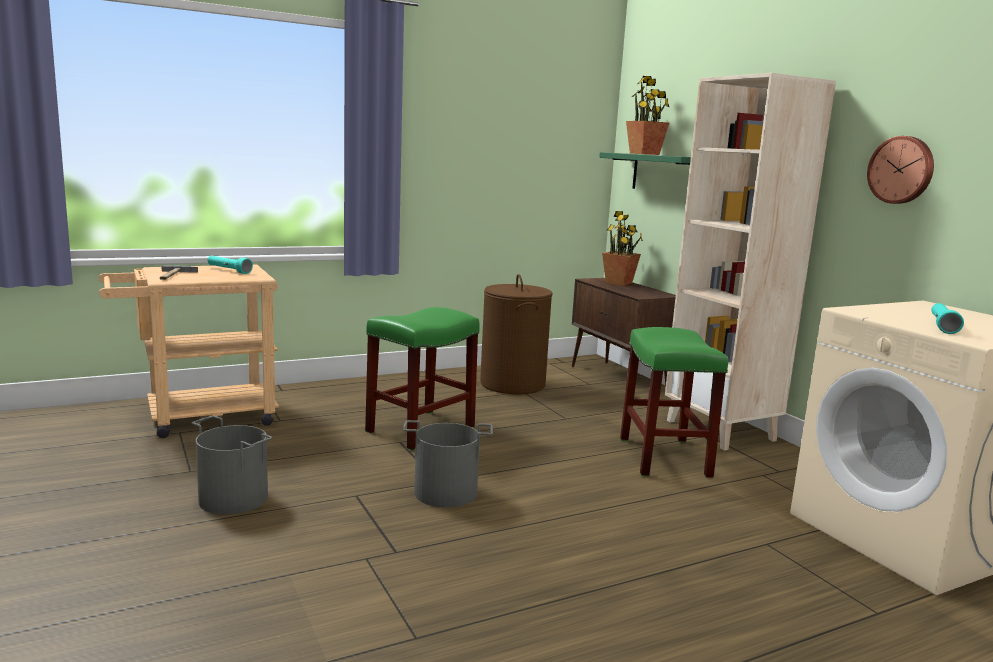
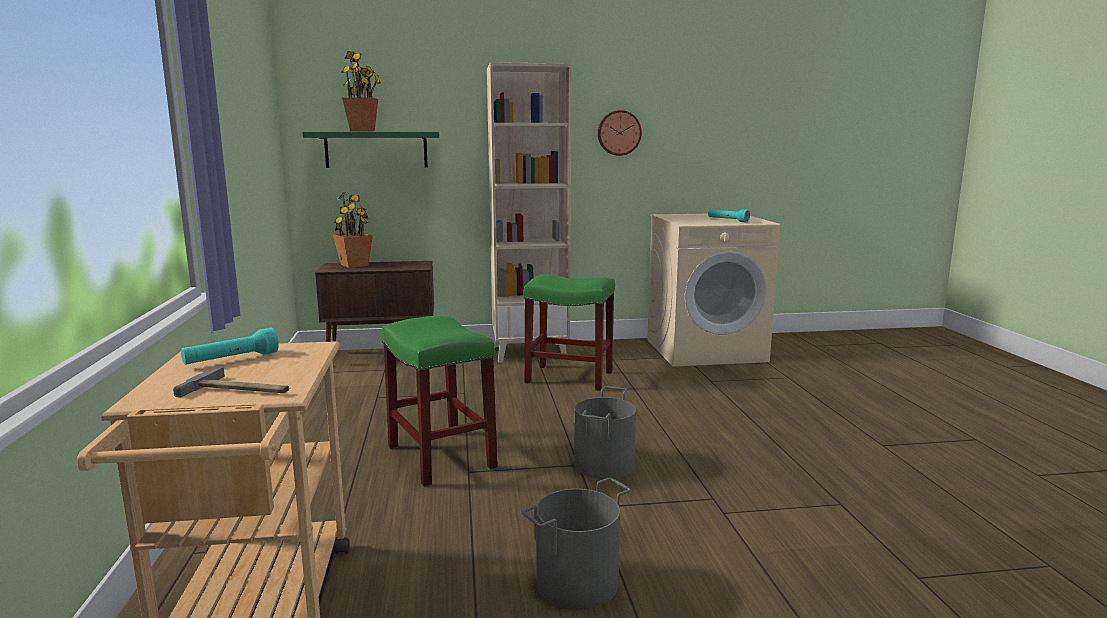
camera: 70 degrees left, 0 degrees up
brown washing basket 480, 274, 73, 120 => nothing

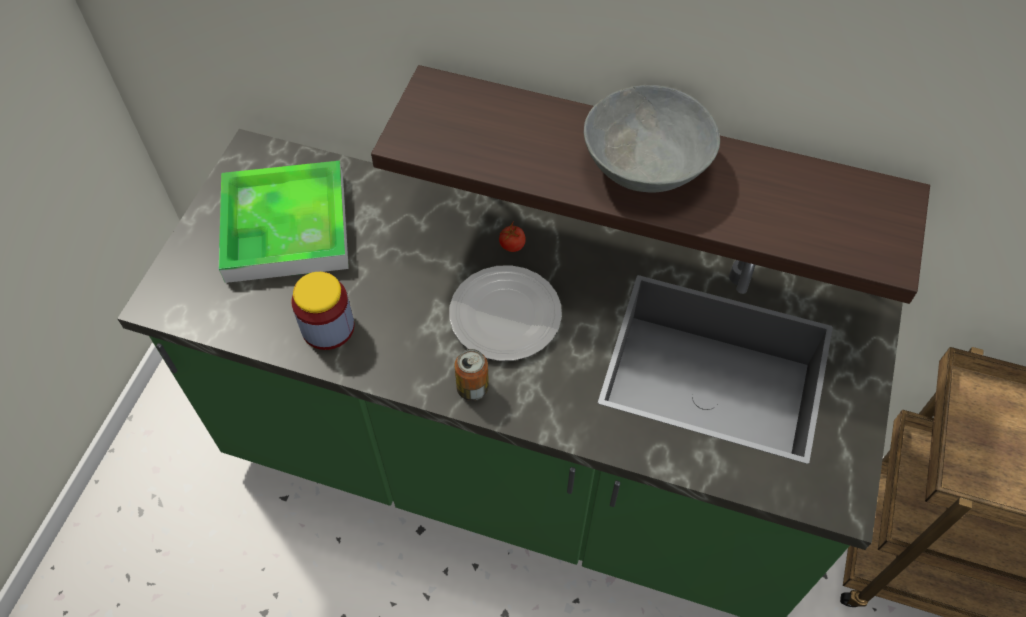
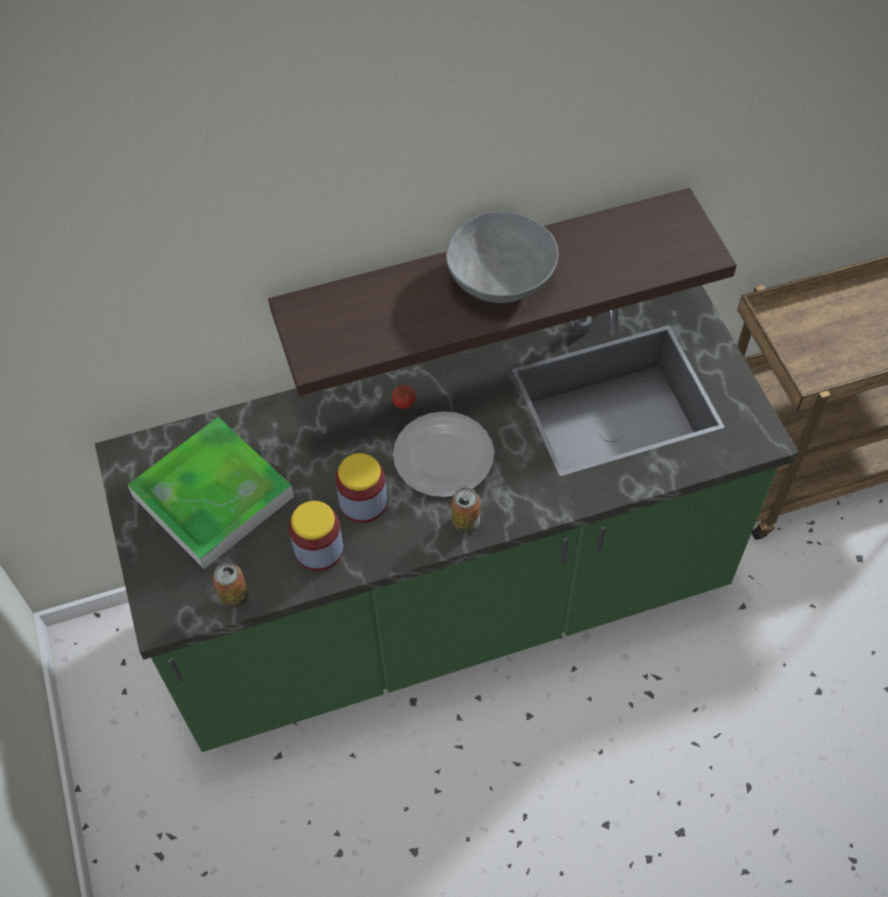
camera: 35 degrees left, 0 degrees up
nothing => metal can 212, 563, 37, 45
nothing => jar 336, 453, 51, 70

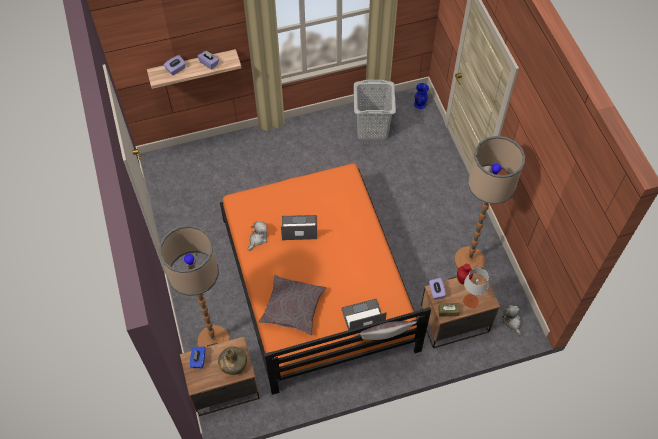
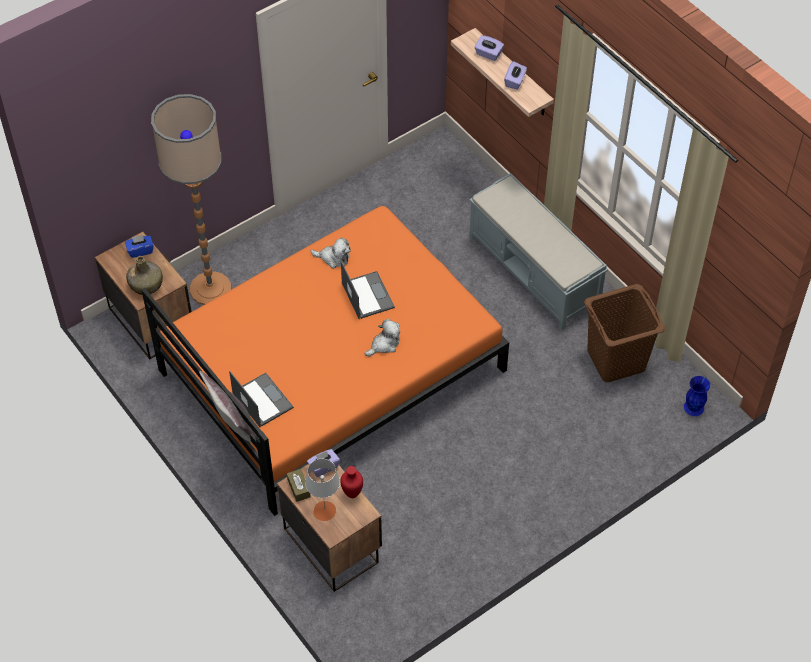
camera: 70 degrees right, 5 degrees down
greyish throw pillow 259, 275, 67, 60 => nothing
floor lamp 455, 136, 70, 133 => nothing
nothing => greyish bench 469, 173, 139, 158
cuddly toy 502, 305, 19, 31 => cuddly toy 365, 319, 35, 38, relocated
greyish washing basket 354, 80, 42, 60 => brown washing basket 584, 284, 81, 98

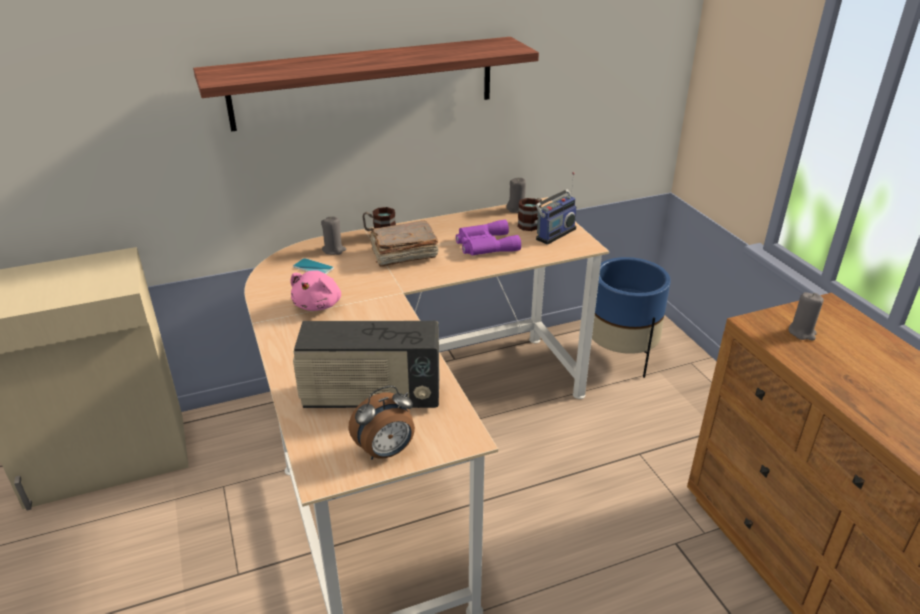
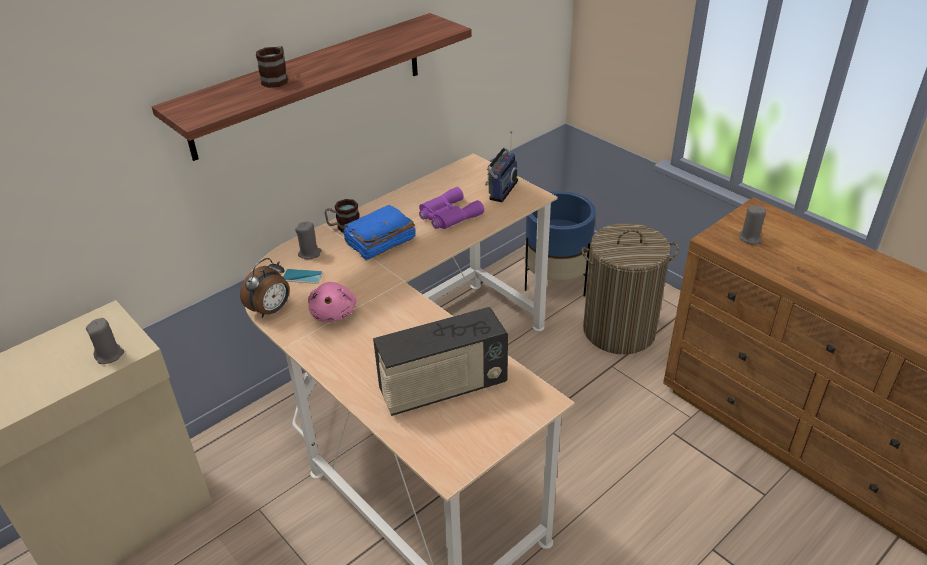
camera: 20 degrees left, 5 degrees up
nothing => washing basket 581, 223, 98, 131
bedside clock 349, 385, 66, 75 => bedside clock 240, 258, 50, 60, relocated
greyish wax candle 506, 178, 20, 35 => greyish wax candle 86, 318, 38, 46, relocated
coffee mug 517, 198, 25, 33 => coffee mug 256, 46, 32, 42, relocated
brown bound book 370, 220, 69, 47 => bluish bound book 343, 205, 73, 56

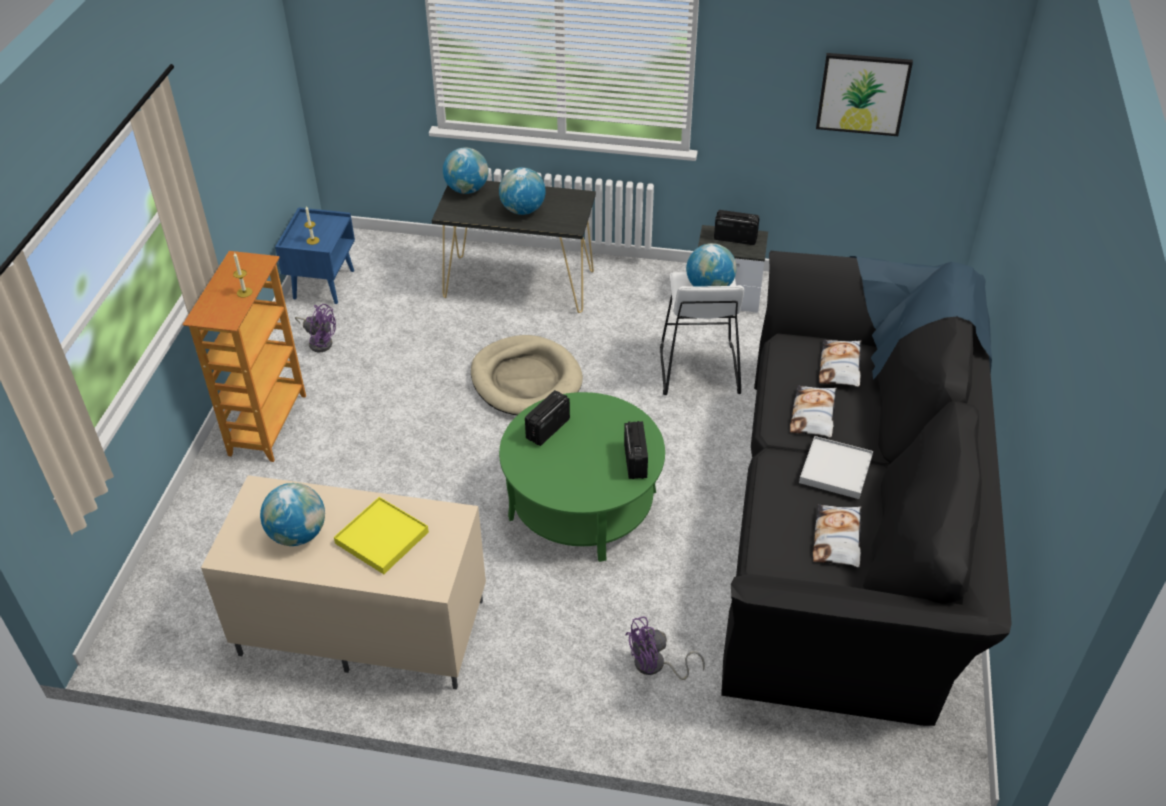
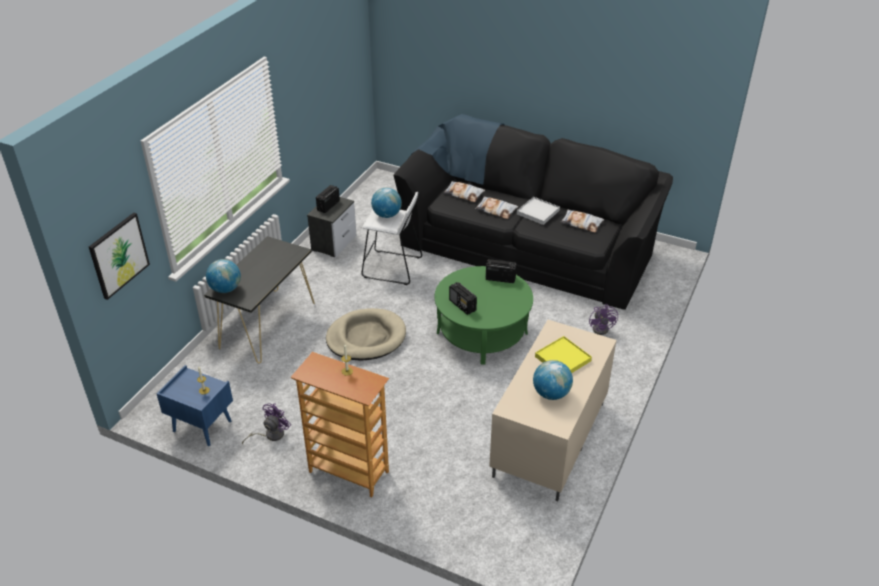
camera: 75 degrees left, 5 degrees down
desk globe 499, 167, 47, 48 => nothing
wall art 816, 53, 97, 83 => wall art 89, 213, 61, 87, relocated

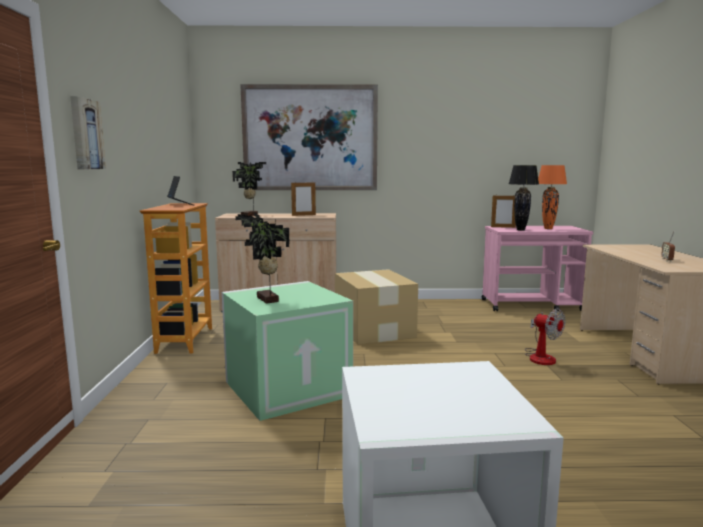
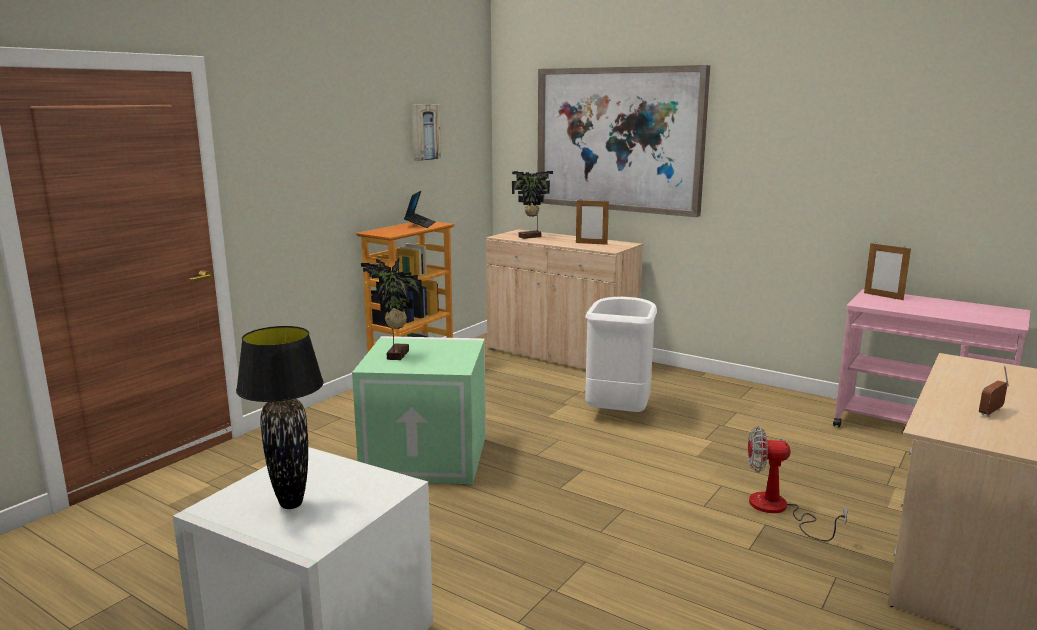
camera: 35 degrees right, 5 degrees up
orange tabletop lamp 538, 165, 29, 64 => nothing
wall art 70, 96, 36, 73 => wall art 412, 105, 29, 56, relocated
black-coloured tabletop lamp 509, 165, 30, 66 => black-coloured tabletop lamp 236, 326, 88, 183, relocated
carton 335, 269, 83, 76 => white-coloured trash can 585, 297, 72, 115
fan 525, 309, 40, 56 => fan 748, 427, 100, 114, 105 degrees clockwise

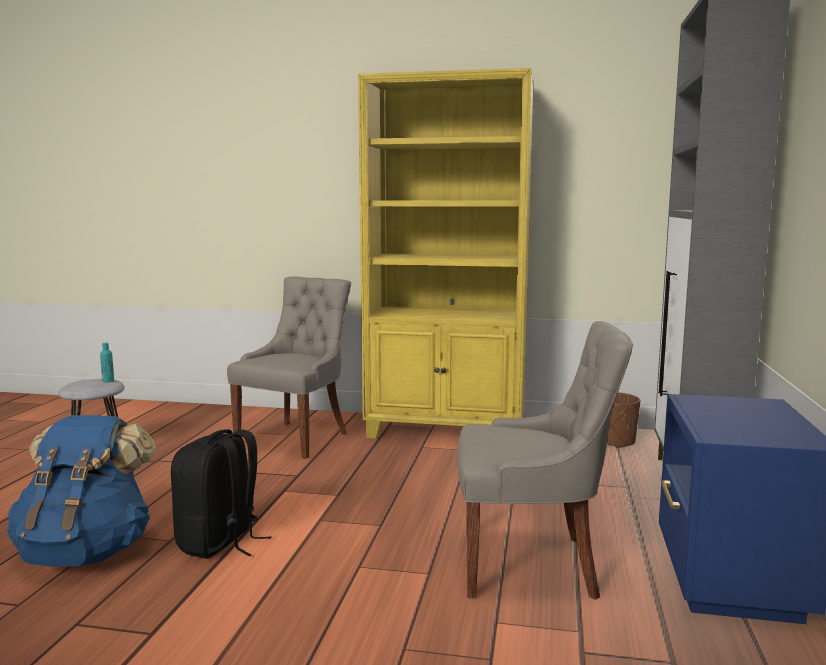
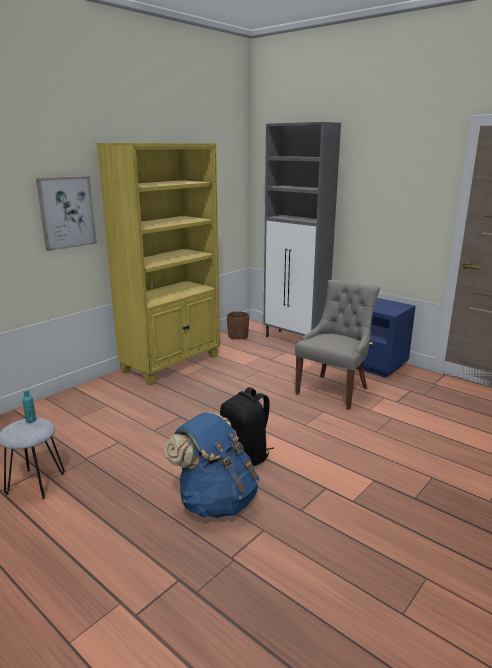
camera: 60 degrees left, 10 degrees up
greyish chair 227, 276, 124, 183 => nothing
nothing => wall art 36, 176, 61, 75

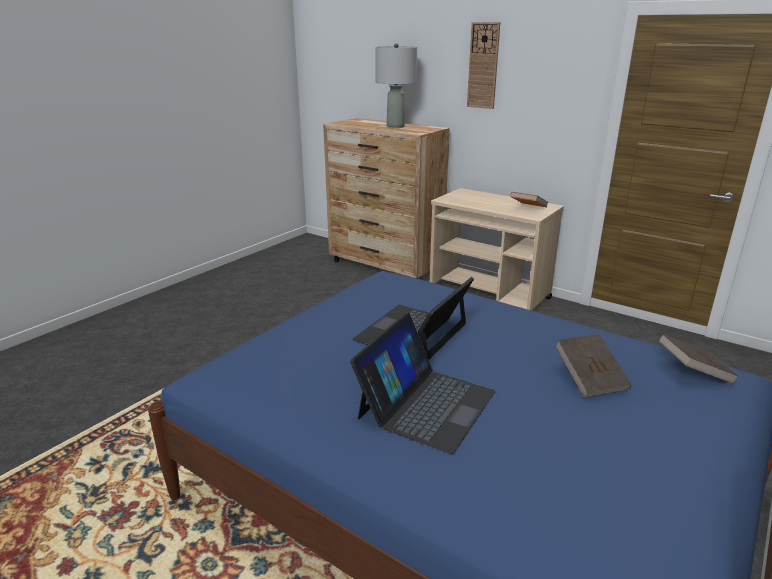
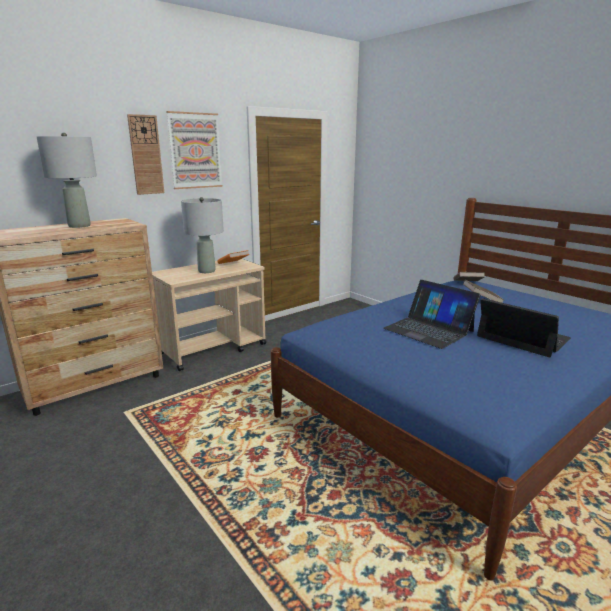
camera: 75 degrees left, 5 degrees down
nothing => wall art 166, 111, 57, 78
nothing => greyish tabletop lamp 181, 197, 43, 76

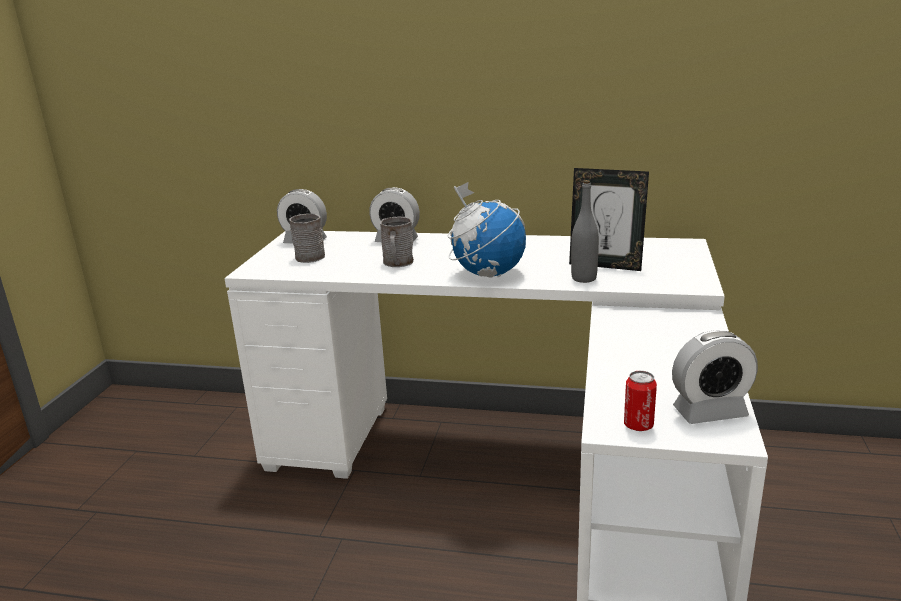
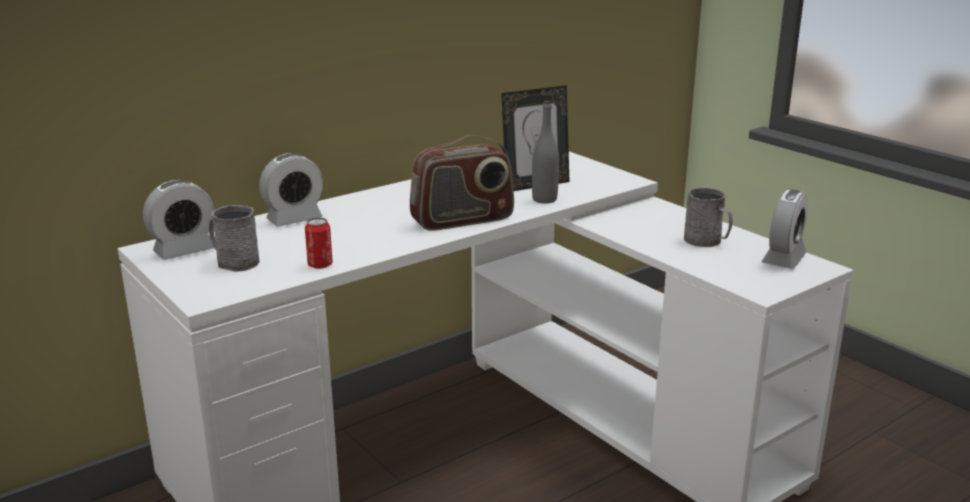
camera: 50 degrees left, 0 degrees up
greyish coffee mug 380, 217, 34, 50 => greyish coffee mug 684, 187, 49, 60, relocated
metal can 624, 371, 33, 60 => metal can 305, 217, 28, 52, relocated
desk globe 448, 182, 78, 96 => radio 410, 135, 104, 96

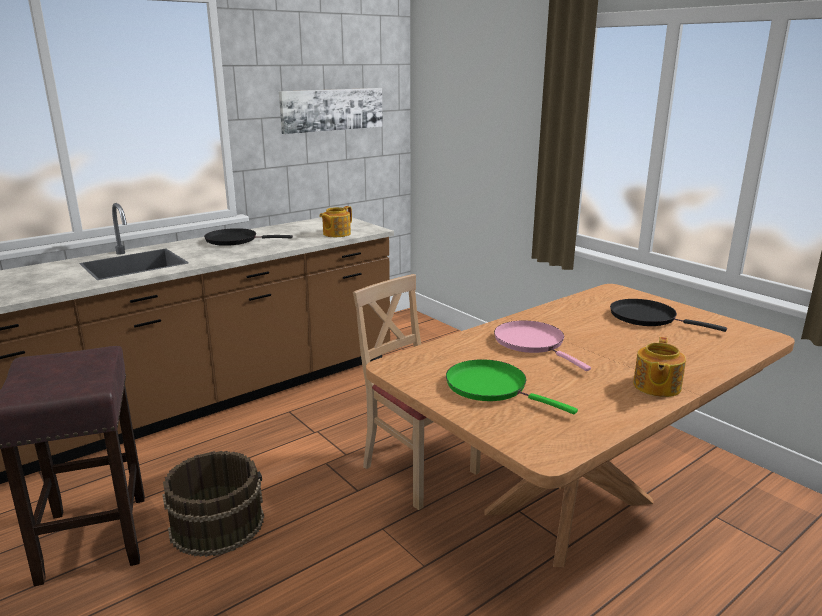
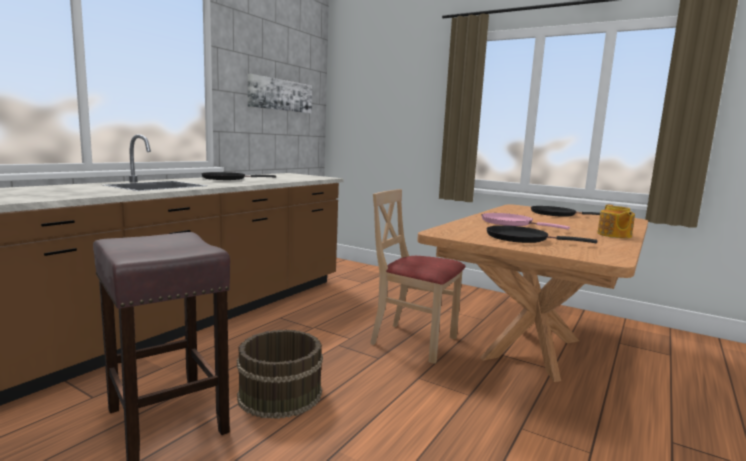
camera: 20 degrees left, 10 degrees down
pot for tea 319, 206, 33, 31 => nothing
greenish frying pan 446, 359, 132, 55 => black-coloured frying pan 486, 225, 111, 18

